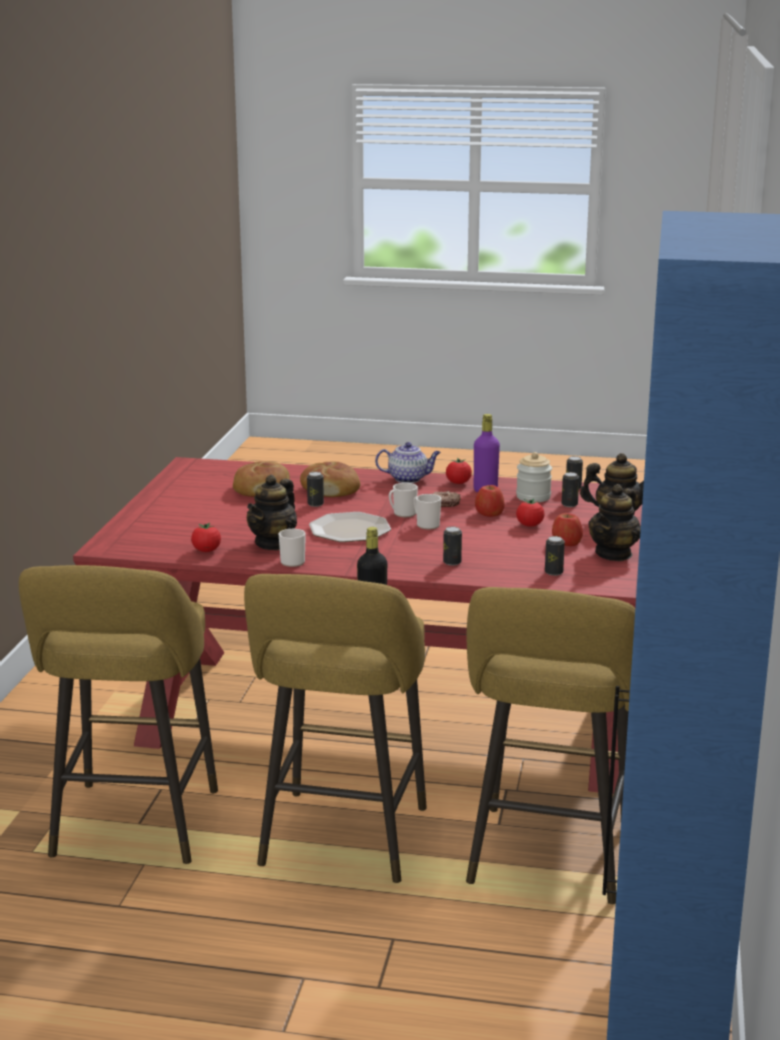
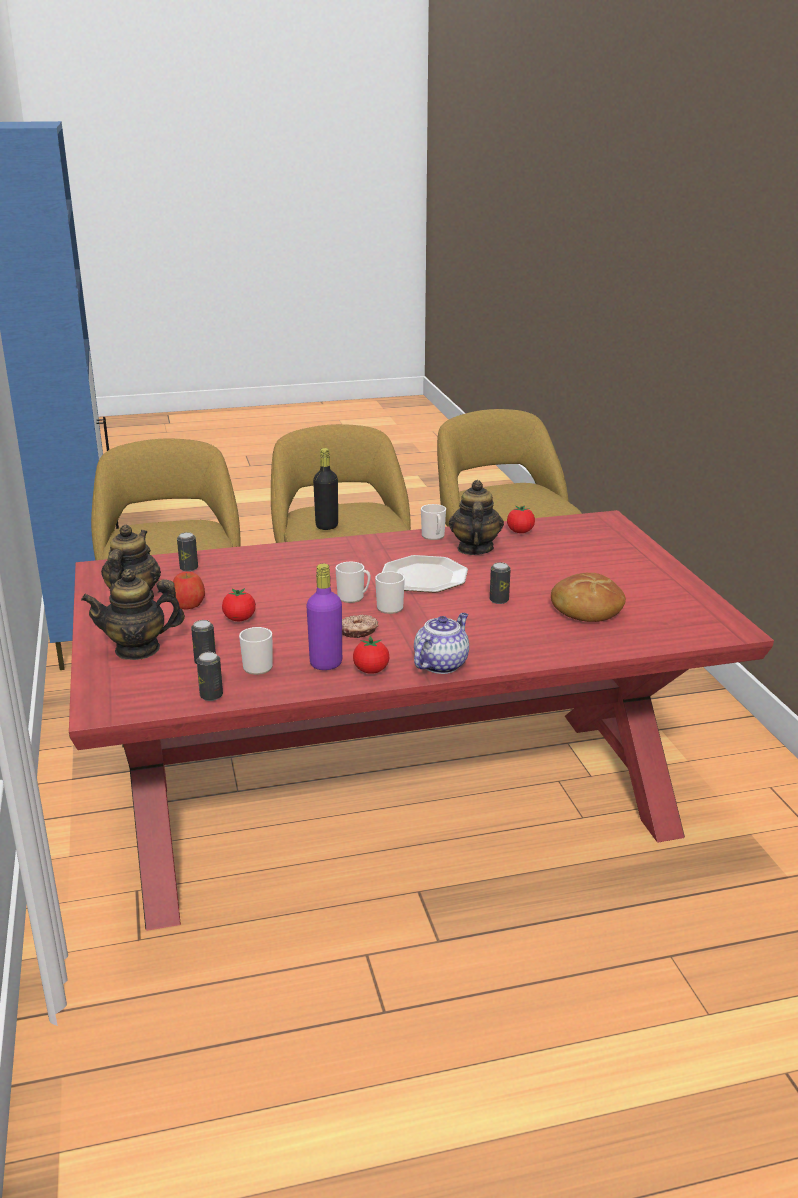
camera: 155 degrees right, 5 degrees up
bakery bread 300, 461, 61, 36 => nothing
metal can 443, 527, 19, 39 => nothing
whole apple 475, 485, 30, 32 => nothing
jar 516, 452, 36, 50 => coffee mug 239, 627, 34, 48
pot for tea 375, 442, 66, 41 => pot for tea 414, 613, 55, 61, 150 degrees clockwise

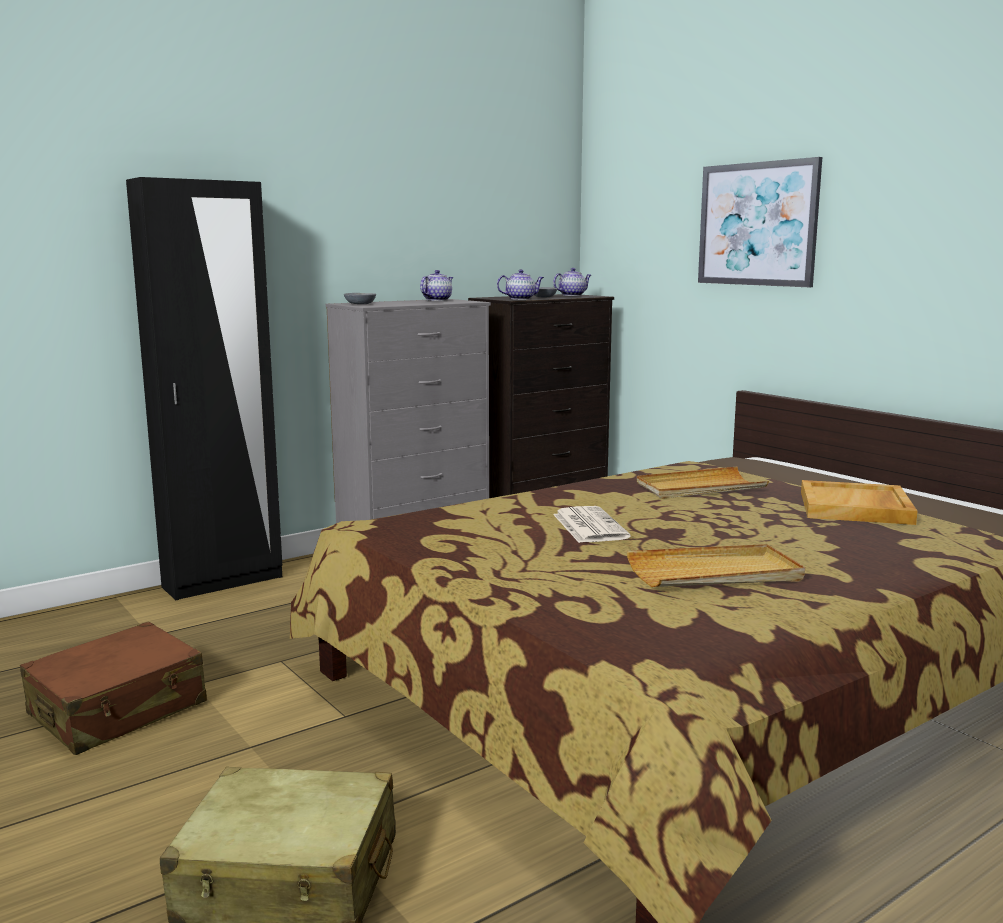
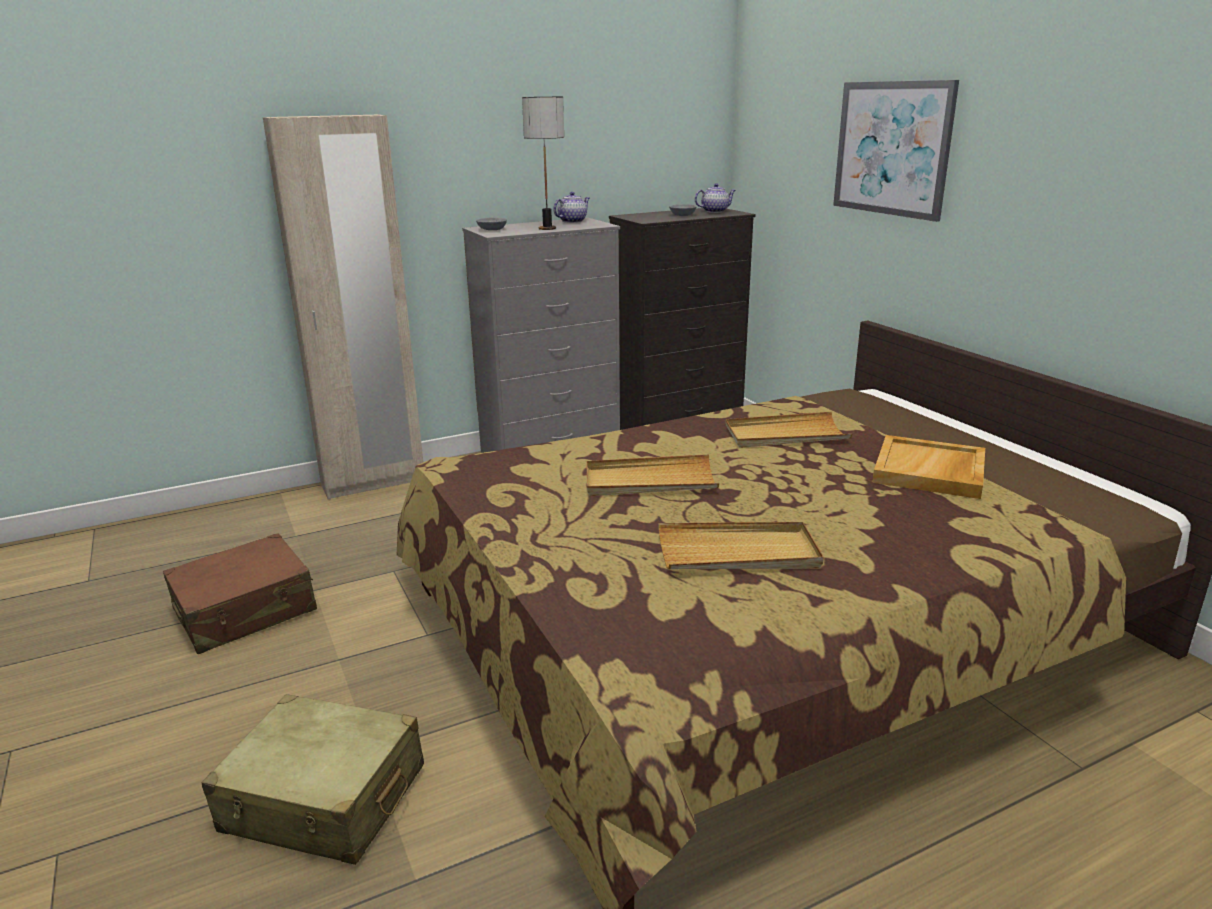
camera: 10 degrees right, 10 degrees up
pot for tea 497, 269, 47, 31 => nothing
nothing => tabletop lamp 522, 97, 42, 133
newspaper 553, 506, 78, 37 => sand-coloured tray 587, 454, 132, 42
black-coloured wardrobe 126, 177, 156, 423 => sand-coloured wardrobe 263, 115, 160, 385

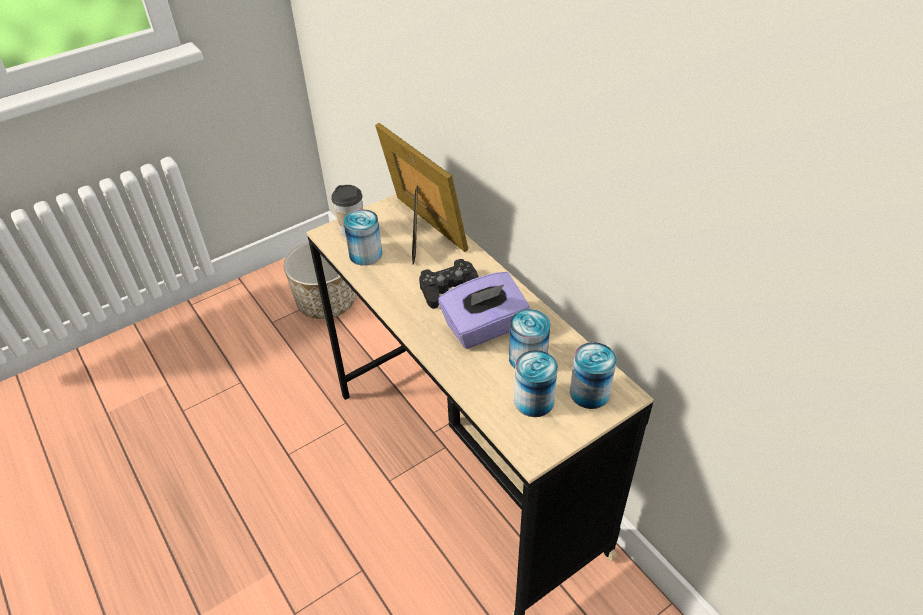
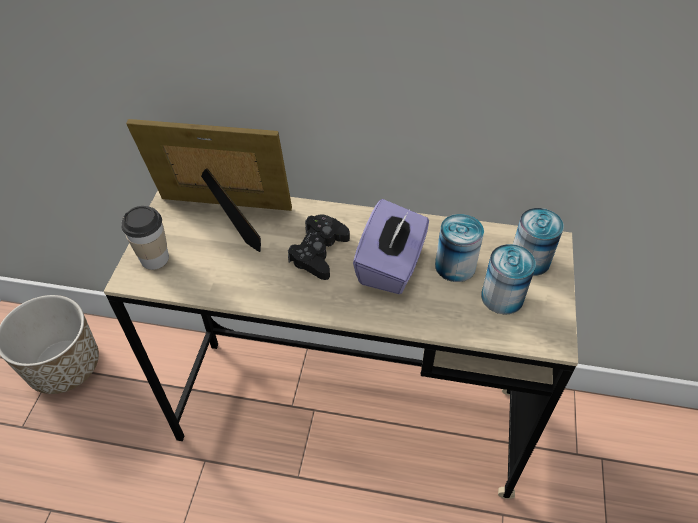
camera: 45 degrees left, 5 degrees up
metal can 343, 209, 39, 57 => nothing

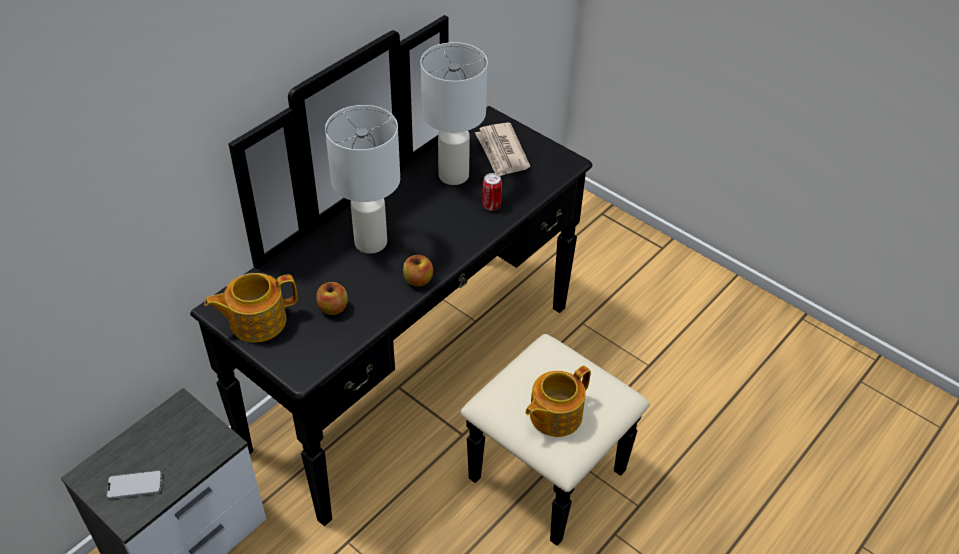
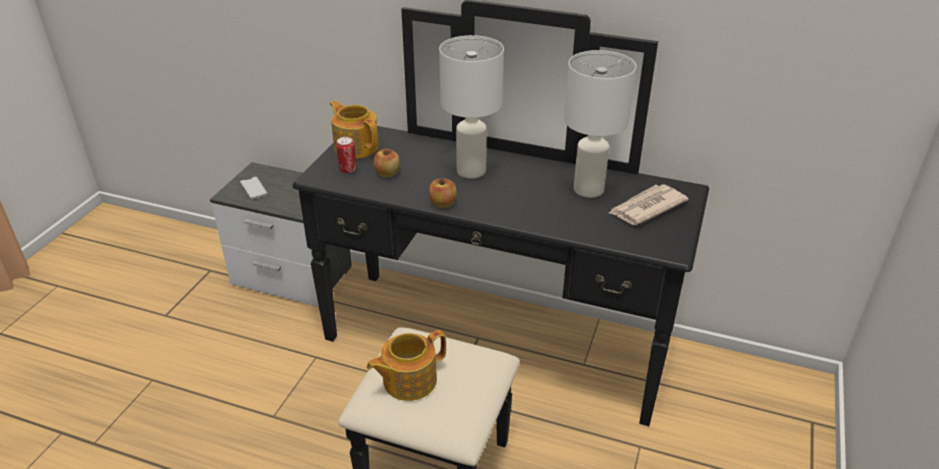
camera: 70 degrees right, 10 degrees down
metal can 482, 173, 20, 38 => metal can 336, 137, 20, 36, relocated
pot for tea 525, 365, 66, 72 => pot for tea 366, 330, 80, 71, 60 degrees counterclockwise

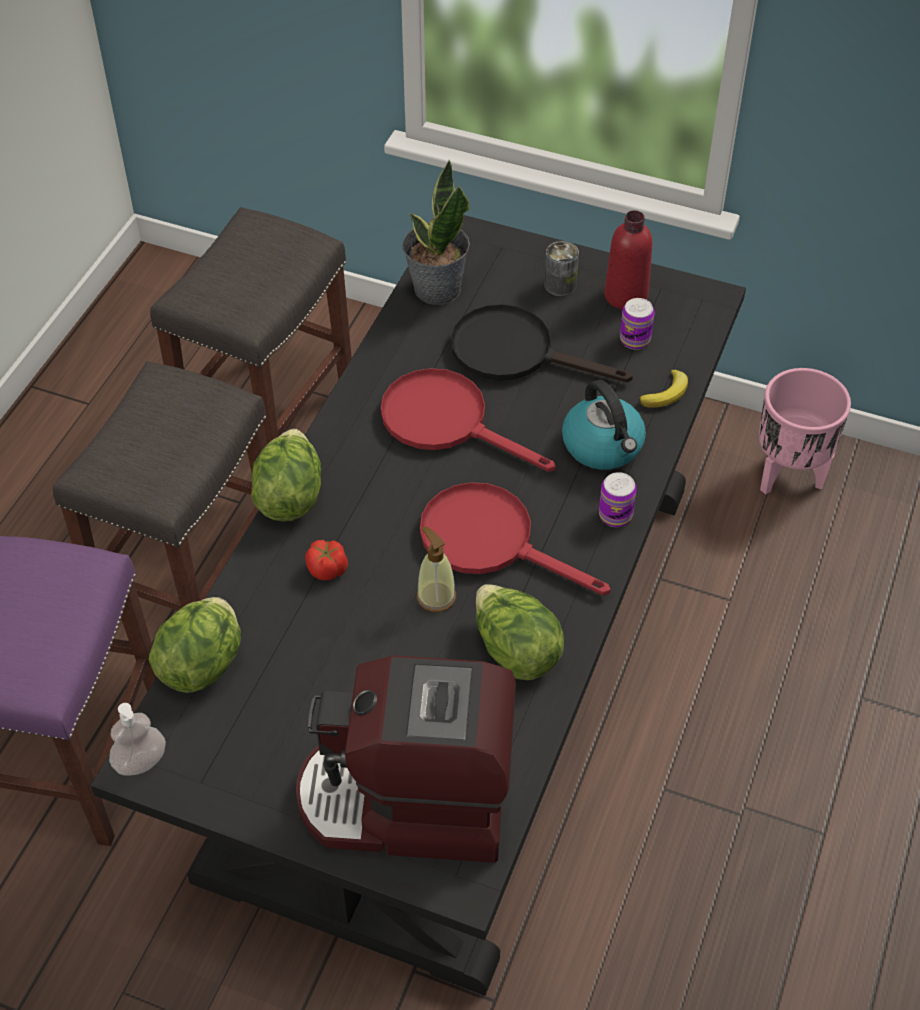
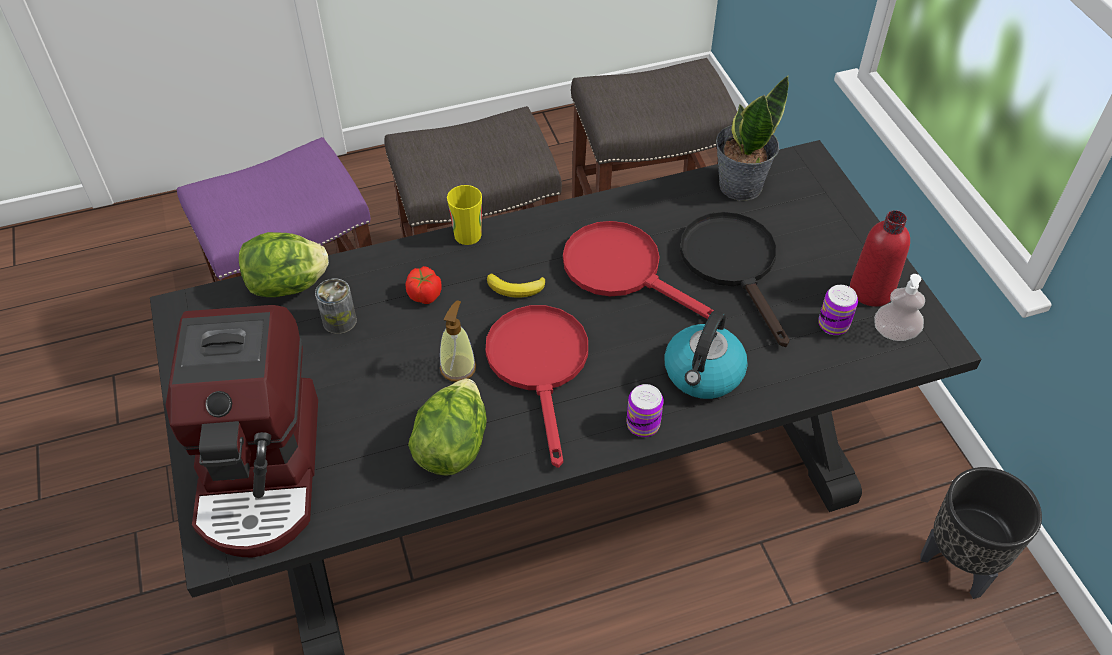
camera: 50 degrees right, 0 degrees up
soap bottle 109, 703, 57, 73 => soap bottle 874, 274, 51, 67, relocated
metal can 544, 241, 35, 55 => metal can 315, 278, 42, 56, relocated
banana 639, 370, 49, 38 => banana 487, 274, 58, 24, relocated
head of lettuce 251, 429, 70, 93 => cup 447, 185, 35, 60
pink-coloured planter 759, 368, 92, 127 => black-coloured planter 920, 467, 122, 132
coffee machine 296, 655, 220, 208 => coffee machine 166, 305, 152, 252, 150 degrees counterclockwise
reddish frying pan 381, 368, 174, 104 => reddish frying pan 563, 221, 151, 98, 45 degrees counterclockwise

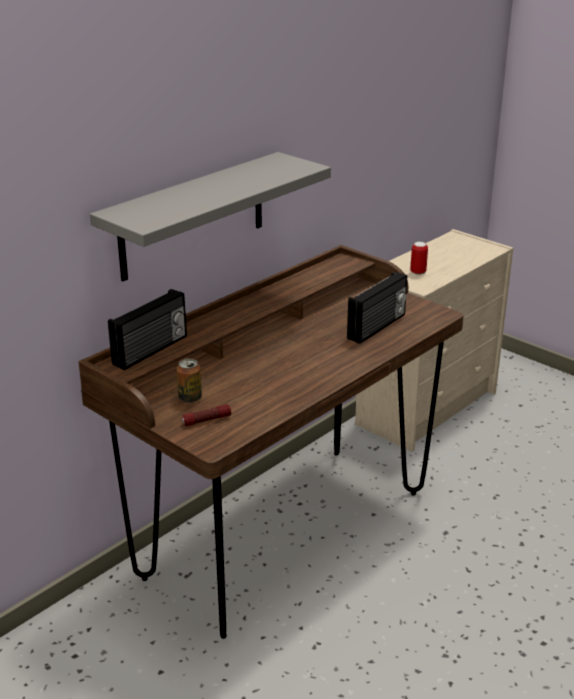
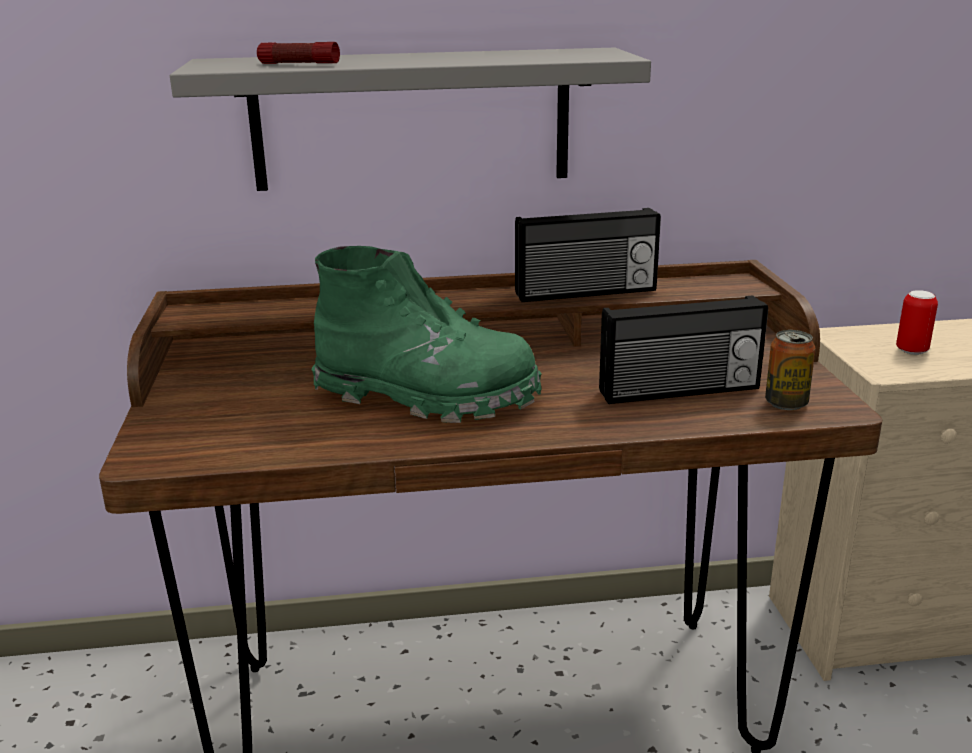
camera: 40 degrees right, 5 degrees down
nothing => greenish tall boot 312, 246, 230, 177
radio 108, 289, 79, 81 => radio 515, 208, 146, 94, relocated
metal can 177, 359, 25, 44 => metal can 765, 330, 51, 80, relocated
hand torch 182, 404, 49, 22 => hand torch 257, 42, 83, 22, relocated

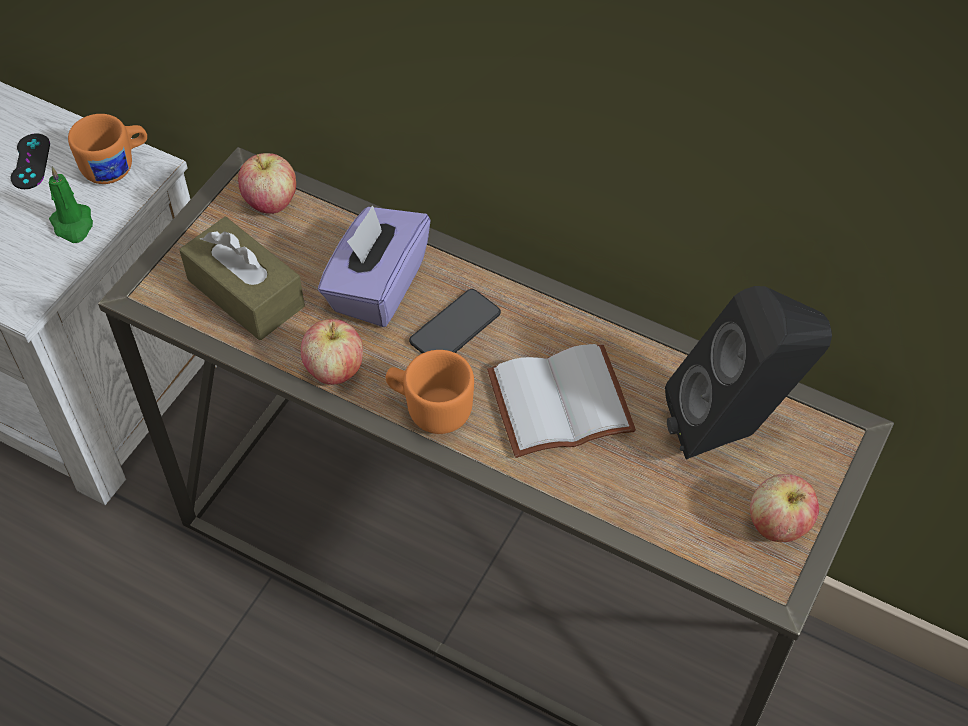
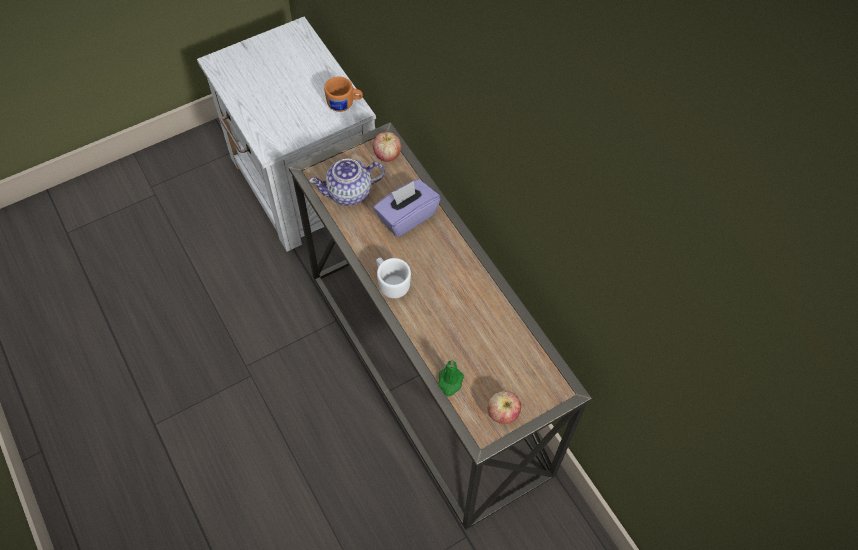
camera: 30 degrees right, 5 degrees up
black-coloured game controller 11, 133, 39, 56 => nothing
whole apple 301, 319, 62, 66 => nothing
telephone 409, 289, 92, 64 => nothing
white-coloured bound book 487, 344, 149, 114 => nothing
black-coloured audio speaker 665, 286, 167, 174 => nothing
greenish wax candle 49, 167, 44, 76 => greenish wax candle 438, 360, 26, 36, relocated
brown tissue box 179, 217, 126, 123 => pot for tea 309, 159, 76, 47
orange coffee mug 386, 350, 88, 84 => white-coloured coffee mug 376, 257, 35, 42

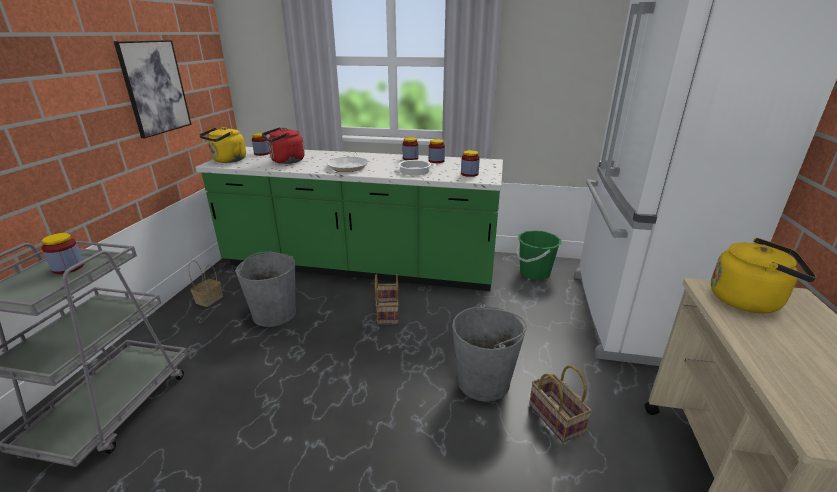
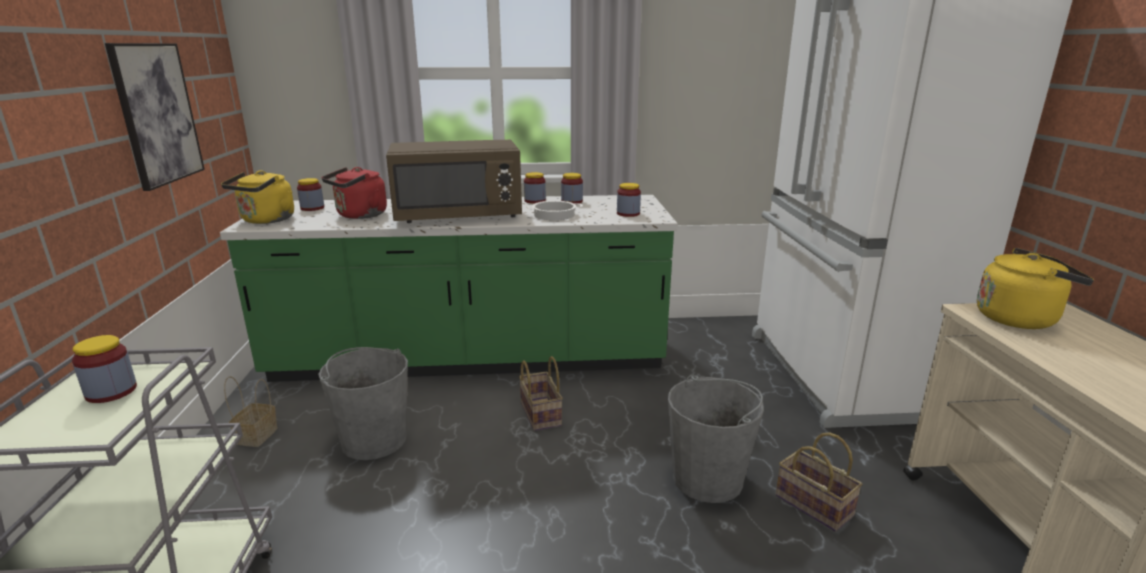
camera: 15 degrees left, 5 degrees down
greenish water bucket 516, 230, 45, 50 => nothing
frying pan 327, 152, 41, 20 => brown microwave oven 386, 140, 136, 83

